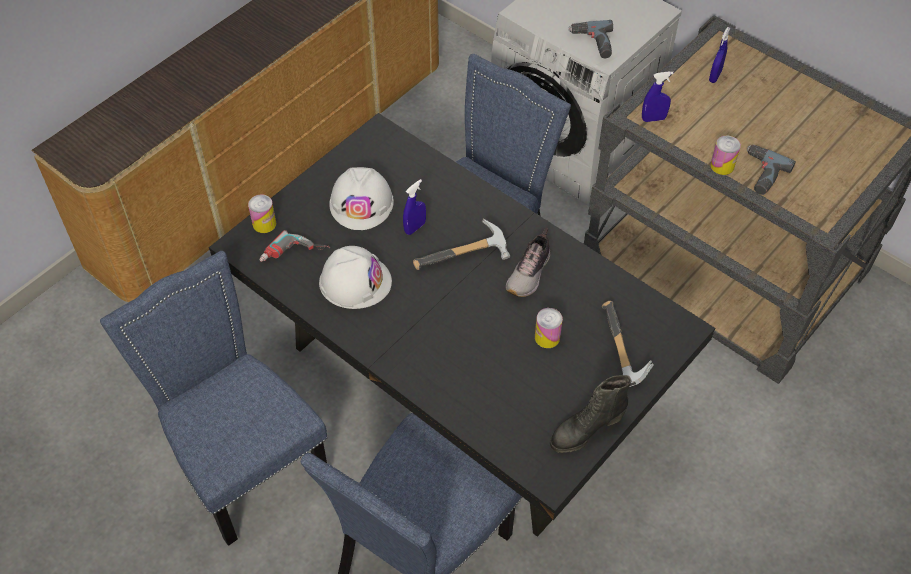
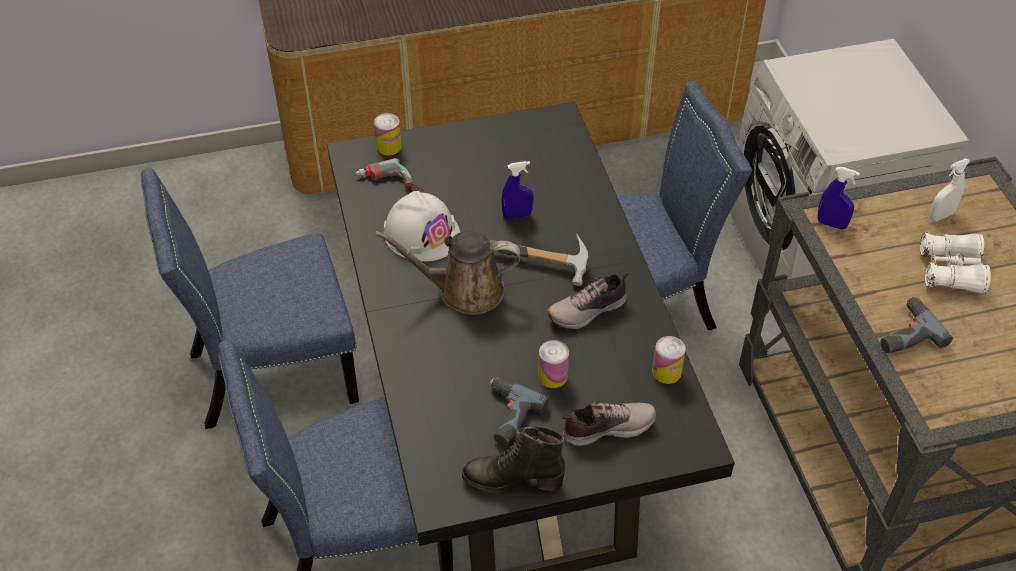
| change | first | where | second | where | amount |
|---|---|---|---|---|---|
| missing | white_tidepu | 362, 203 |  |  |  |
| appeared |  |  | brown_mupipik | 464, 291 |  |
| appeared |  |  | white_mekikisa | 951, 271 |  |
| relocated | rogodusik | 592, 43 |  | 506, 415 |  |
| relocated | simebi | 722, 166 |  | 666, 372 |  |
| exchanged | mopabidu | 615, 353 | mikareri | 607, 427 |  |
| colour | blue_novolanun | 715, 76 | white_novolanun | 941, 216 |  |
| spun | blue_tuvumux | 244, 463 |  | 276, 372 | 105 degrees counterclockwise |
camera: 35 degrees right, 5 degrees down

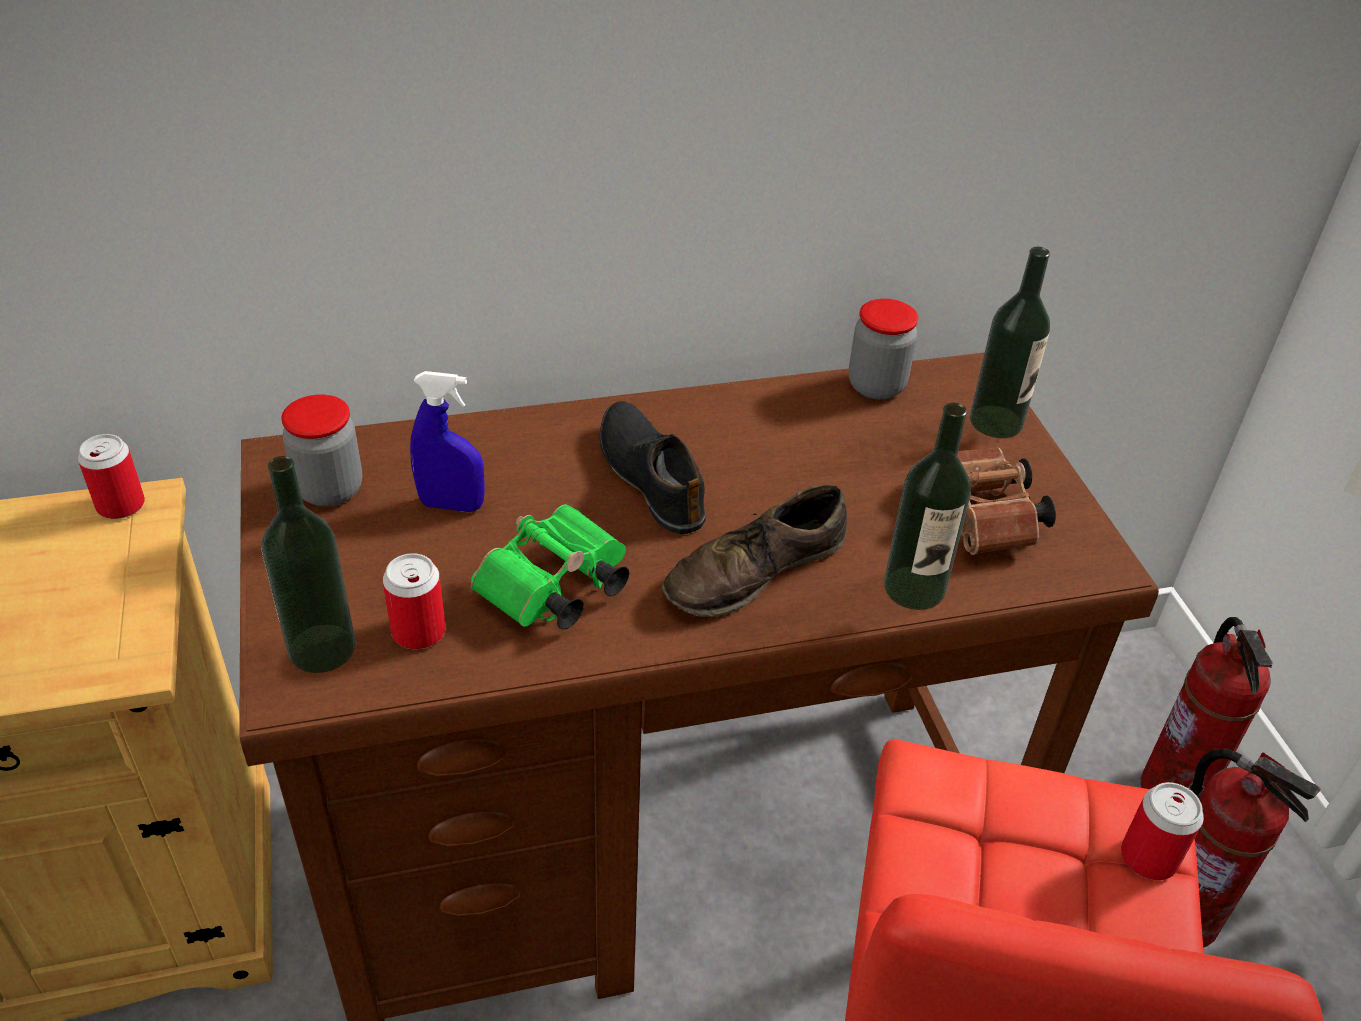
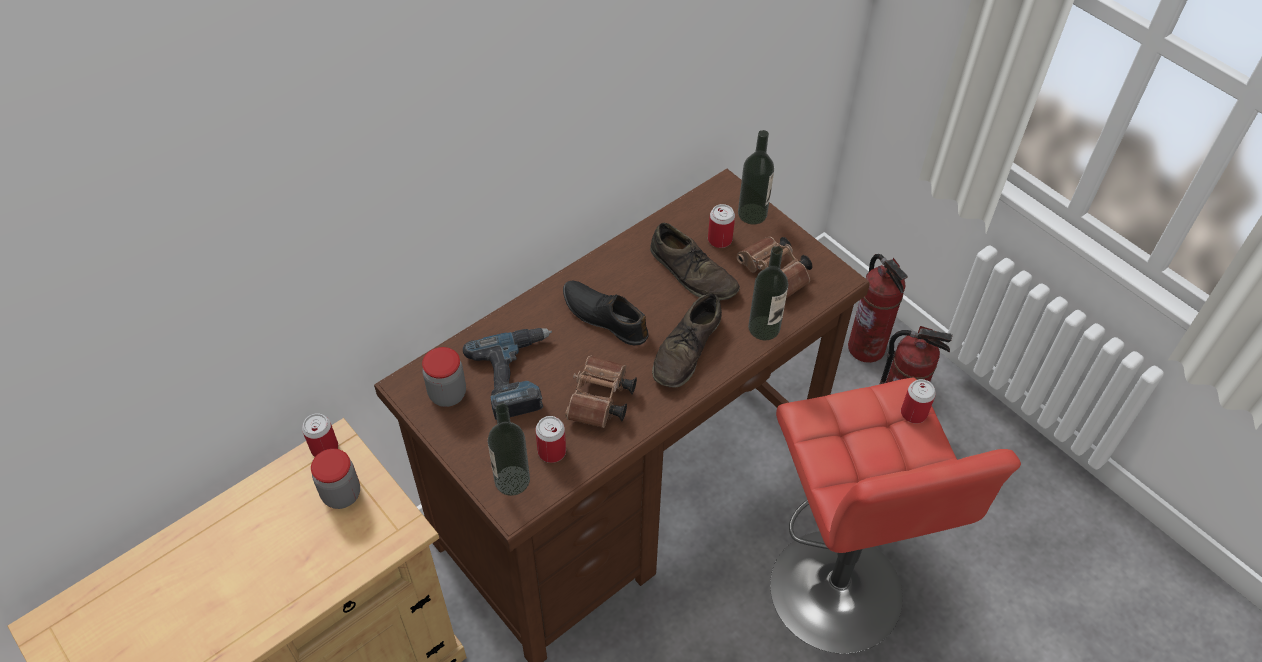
| change | first | where | second | where | amount |
|---|---|---|---|---|---|
| appeared |  |  | brown_mikareri | 693, 273 |  |
| appeared |  |  | simebi | 719, 239 |  |
| relocated | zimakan | 876, 386 |  | 341, 494 |  |
| exchanged | blue_novolanun | 451, 505 | rogodusik | 517, 376 |  |
| colour | green_mekikisa | 553, 591 | brown_mekikisa | 600, 402 |  |
camera: 25 degrees left, 10 degrees up

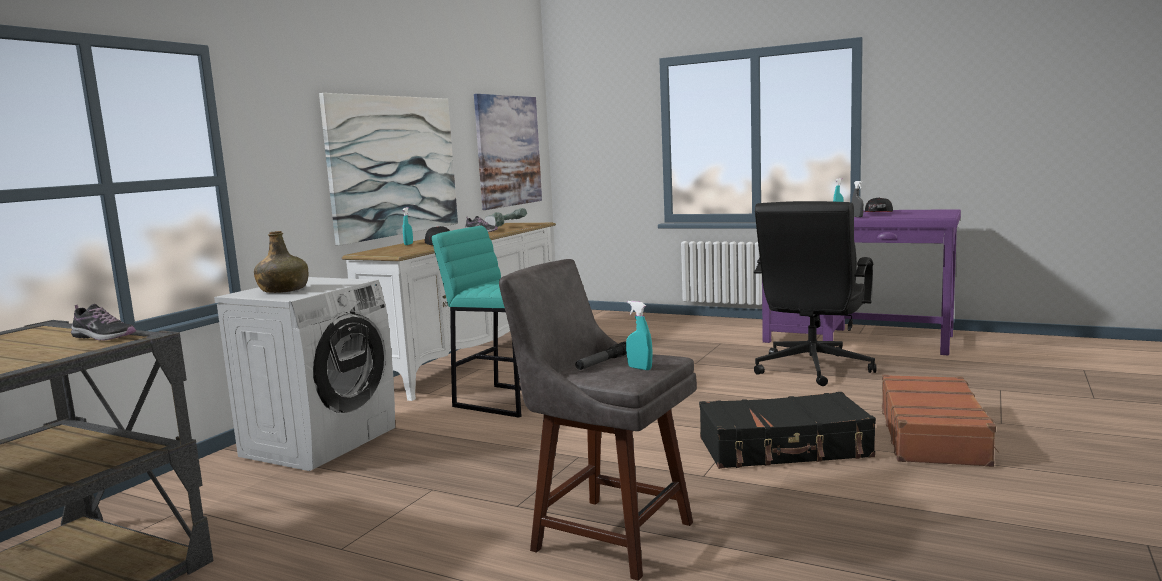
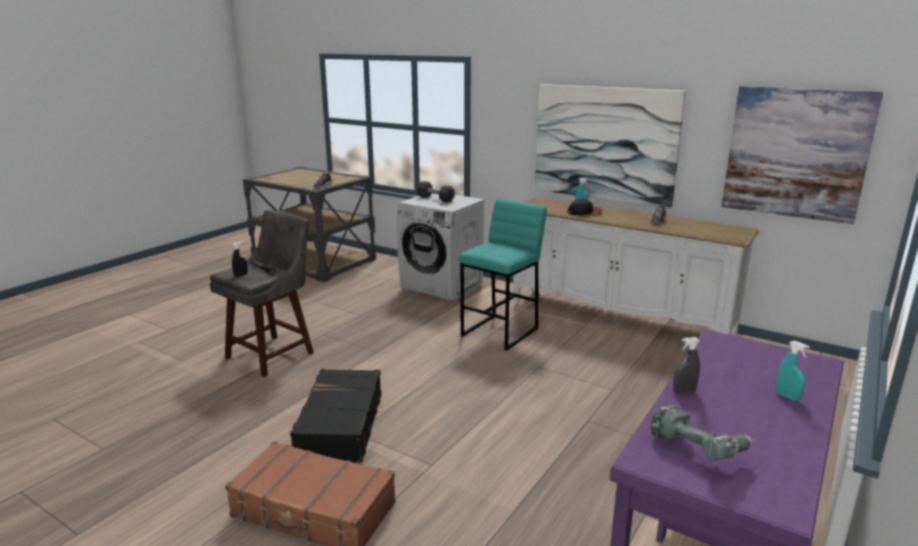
| change | first | where | second | where | amount |
|---|---|---|---|---|---|
| missing | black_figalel | 812, 368 |  |  |  |
| missing | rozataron | 878, 213 |  |  |  |
| relocated | rogodusik | 504, 227 |  | 698, 449 |  |
| exchanged | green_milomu | 283, 290 | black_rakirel | 435, 199 |  |
| colour | turquoise_novolanun | 639, 368 | black_novolanun | 241, 275 |  |
camera: 95 degrees right, 10 degrees up

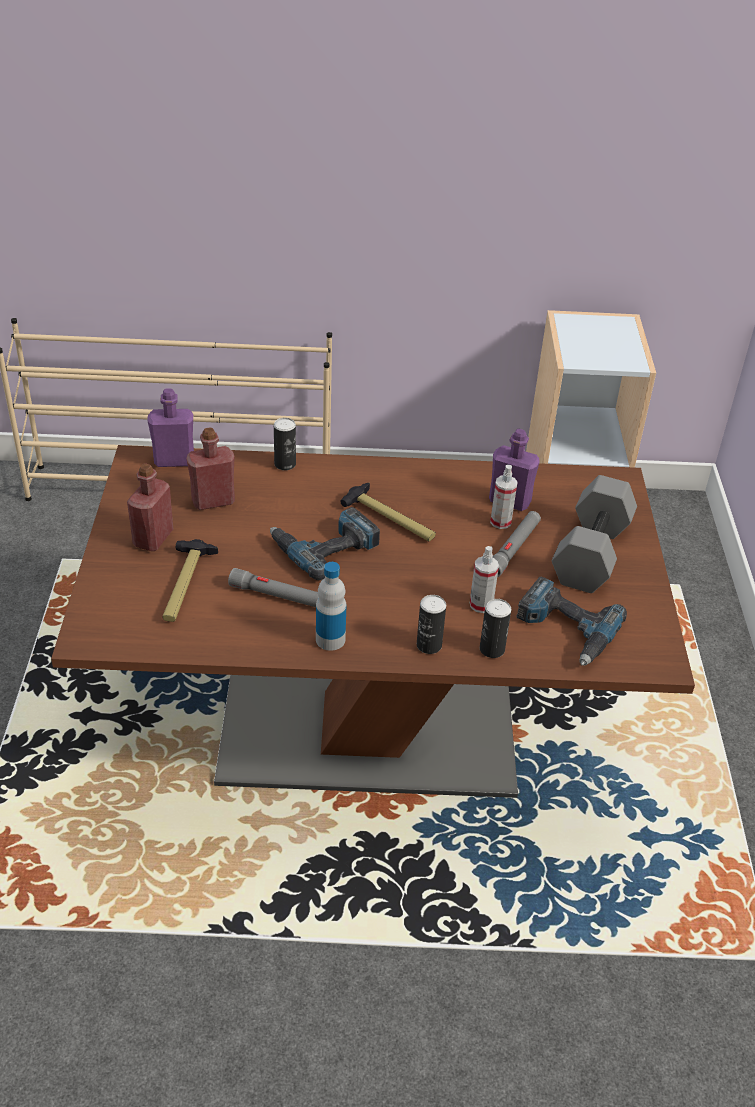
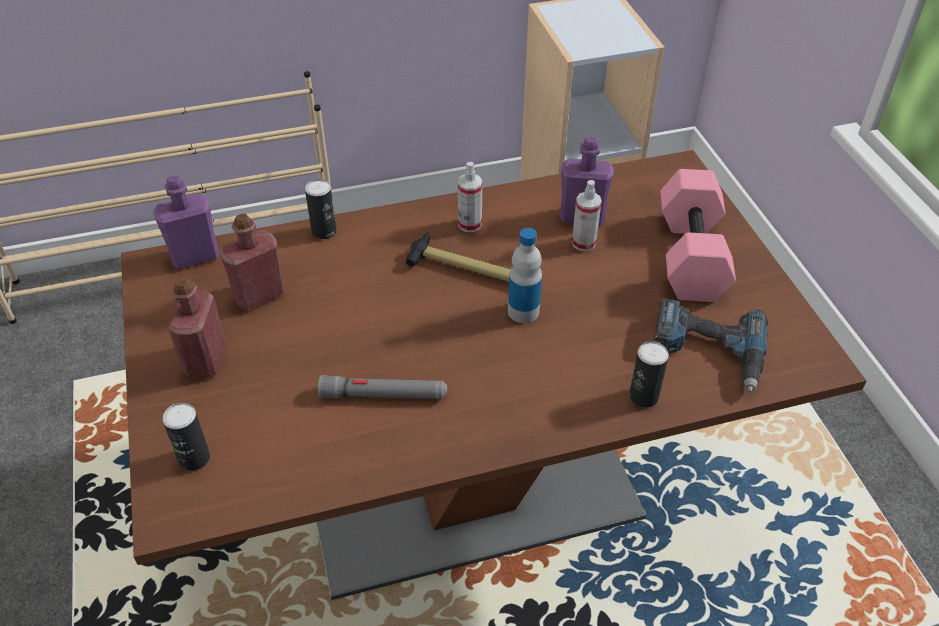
| change | first | where | second | where | amount |
|---|---|---|---|---|---|
| missing | mopabidu | 185, 585 |  |  |  |
| missing | rogodusik | 325, 546 |  |  |  |
| missing | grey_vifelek | 513, 548 |  |  |  |
| relocated | milomu | 330, 639 |  | 523, 311 |  |
| relocated | simebi | 429, 645 |  | 194, 458 |  |
| relocated | novolanun | 481, 604 |  | 470, 224 |  |
| colour | grey_rakirel | 589, 551 | pink_rakirel | 688, 254 |  |
camera: 15 degrees left, 5 degrees up

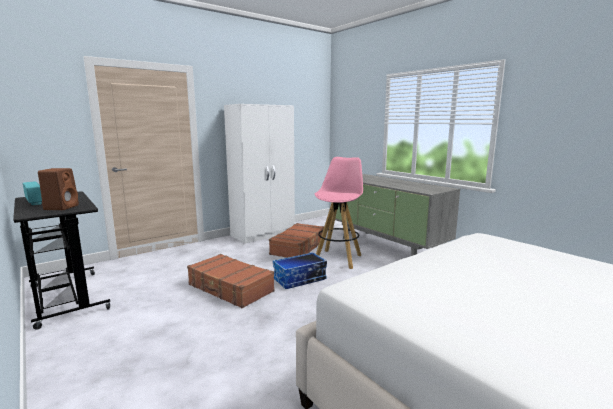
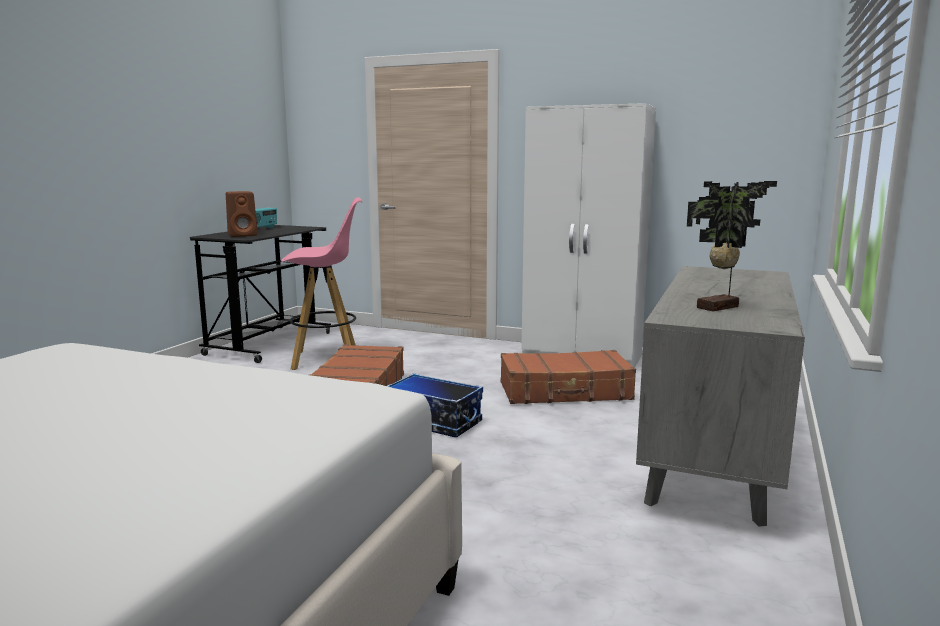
| change | first | where | second | where | amount |
|---|---|---|---|---|---|
| appeared |  |  | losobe | 720, 308 |  |
| relocated | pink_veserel | 338, 259 |  | 327, 359 |  |
camera: 60 degrees right, 0 degrees up

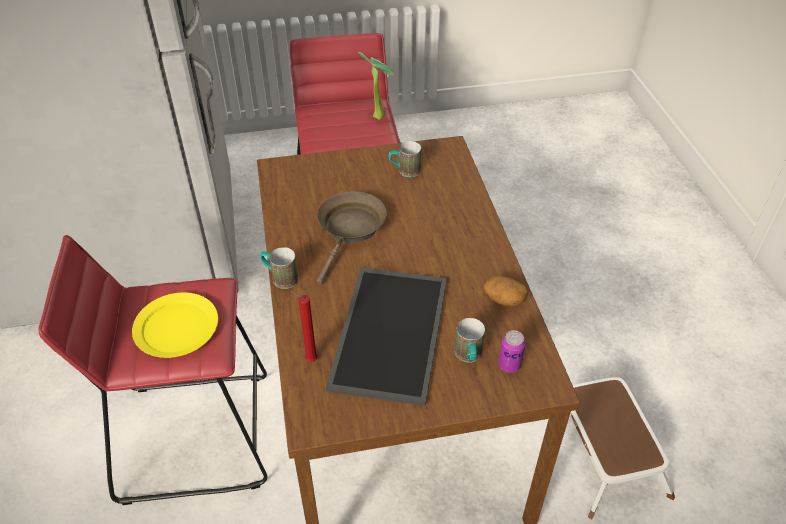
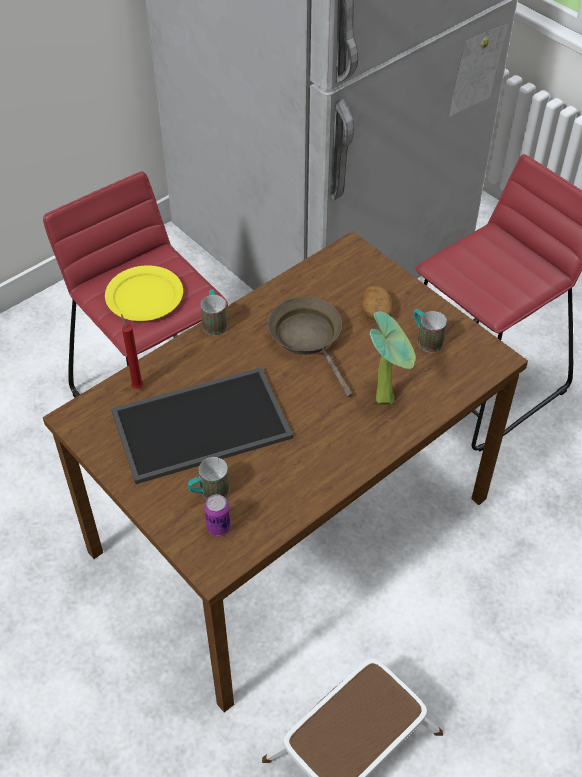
| change | first | where | second | where | amount |
|---|---|---|---|---|---|
| relocated | losobe | 378, 115 |  | 387, 397 |  |
| relocated | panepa | 504, 299 |  | 375, 311 |  |
| spun | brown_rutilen | 350, 229 |  | 309, 339 | 105 degrees counterclockwise |
camera: 60 degrees right, 5 degrees up

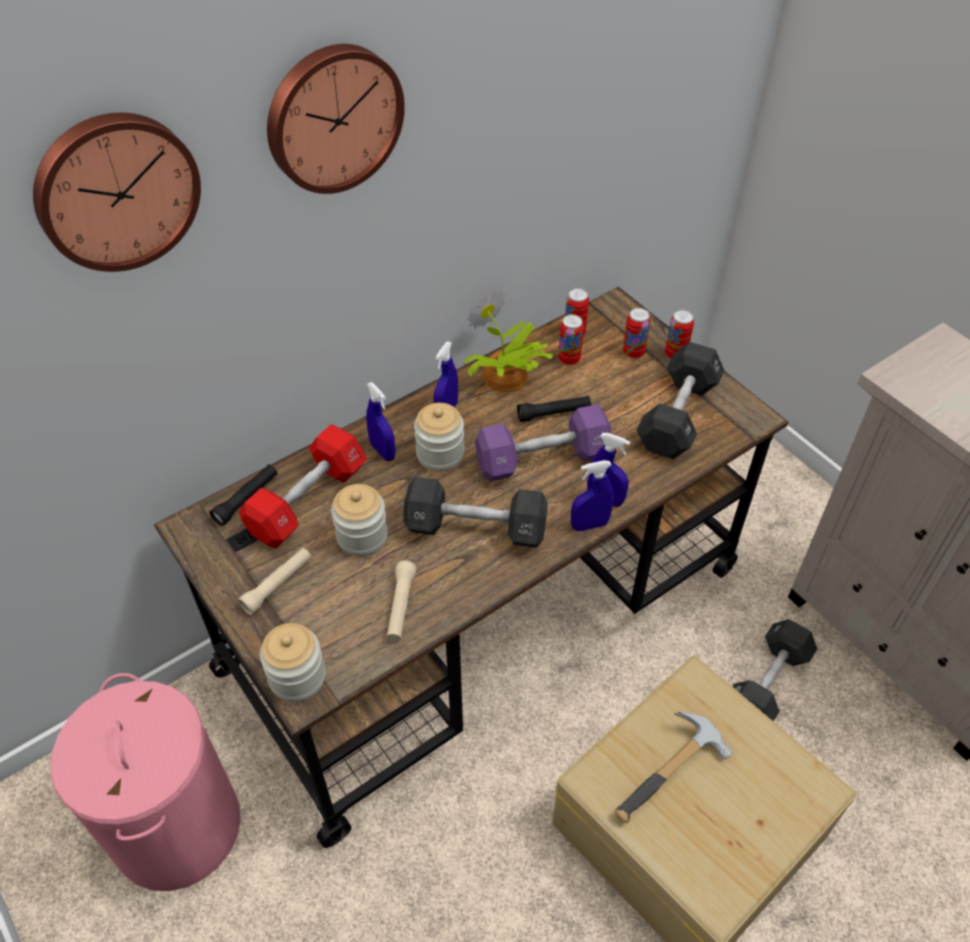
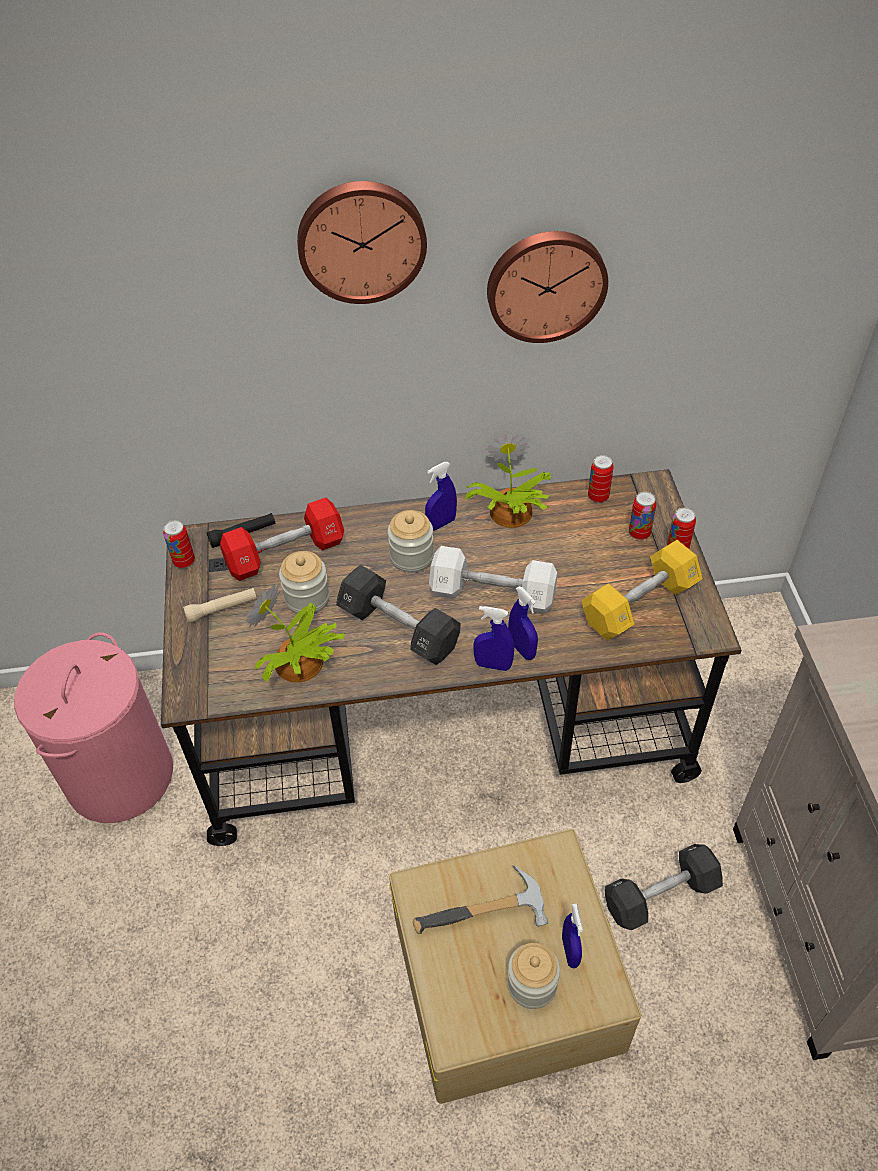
| change | first | where | second | where | amount |
|---|---|---|---|---|---|
| missing | black_vifelek | 553, 413 |  |  |  |
| relocated | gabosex | 116, 190 |  | 545, 284 |  |
| relocated | zimakan | 297, 677 |  | 532, 984 |  |
| relocated | blue_novolanun | 382, 451 |  | 570, 951 |  |
| relocated | simebi | 569, 359 |  | 184, 561 |  |
| exchanged | beige_vifelek | 400, 606 | losobe | 299, 665 |  |
| colour | purple_rakirel | 542, 458 | white_rakirel | 492, 594 |  |
| colour | black_rakirel | 678, 415 | yellow_rakirel | 639, 604 |  |
camera: 30 degrees right, 0 degrees up

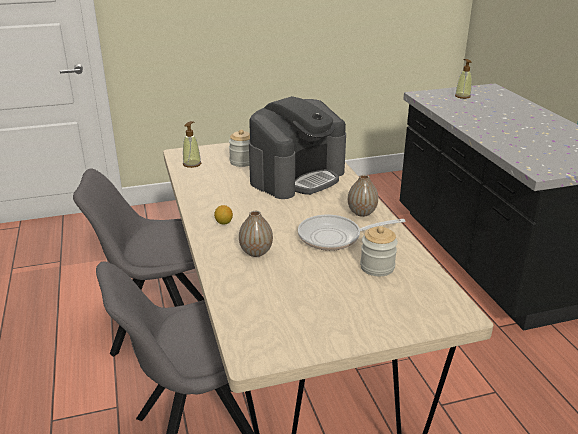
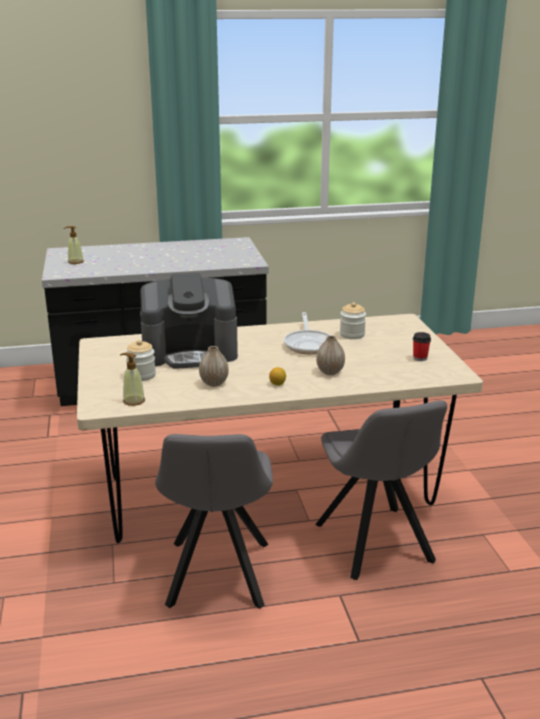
| change | first | where | second | where | amount |
|---|---|---|---|---|---|
| appeared |  |  | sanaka | 420, 358 |  |
| relocated | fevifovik | 361, 213 |  | 214, 383 |  |
| spun | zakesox | 297, 176 |  | 190, 352 | 120 degrees clockwise |
camera: 85 degrees left, 5 degrees down

